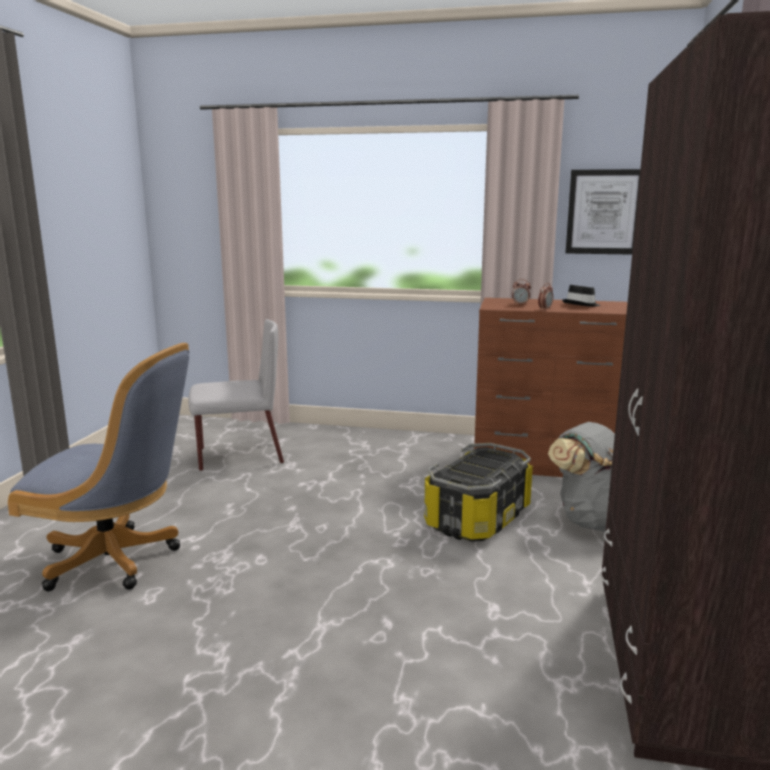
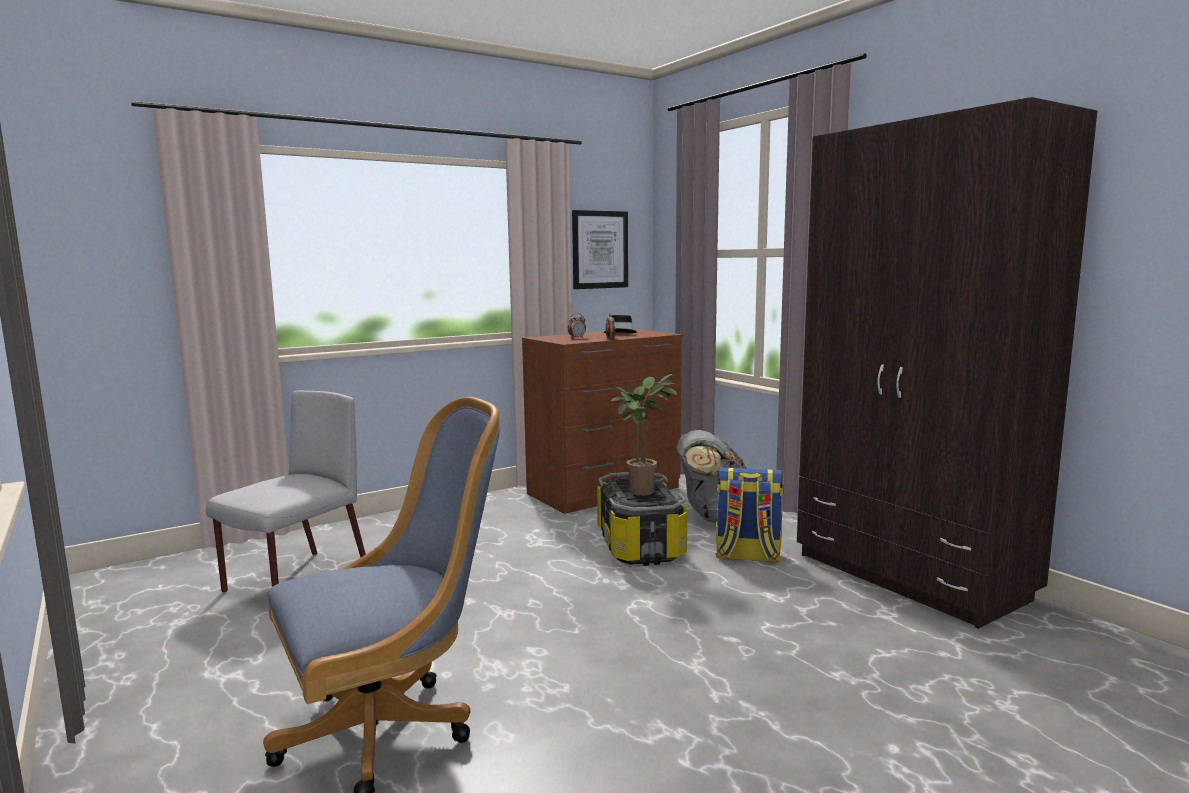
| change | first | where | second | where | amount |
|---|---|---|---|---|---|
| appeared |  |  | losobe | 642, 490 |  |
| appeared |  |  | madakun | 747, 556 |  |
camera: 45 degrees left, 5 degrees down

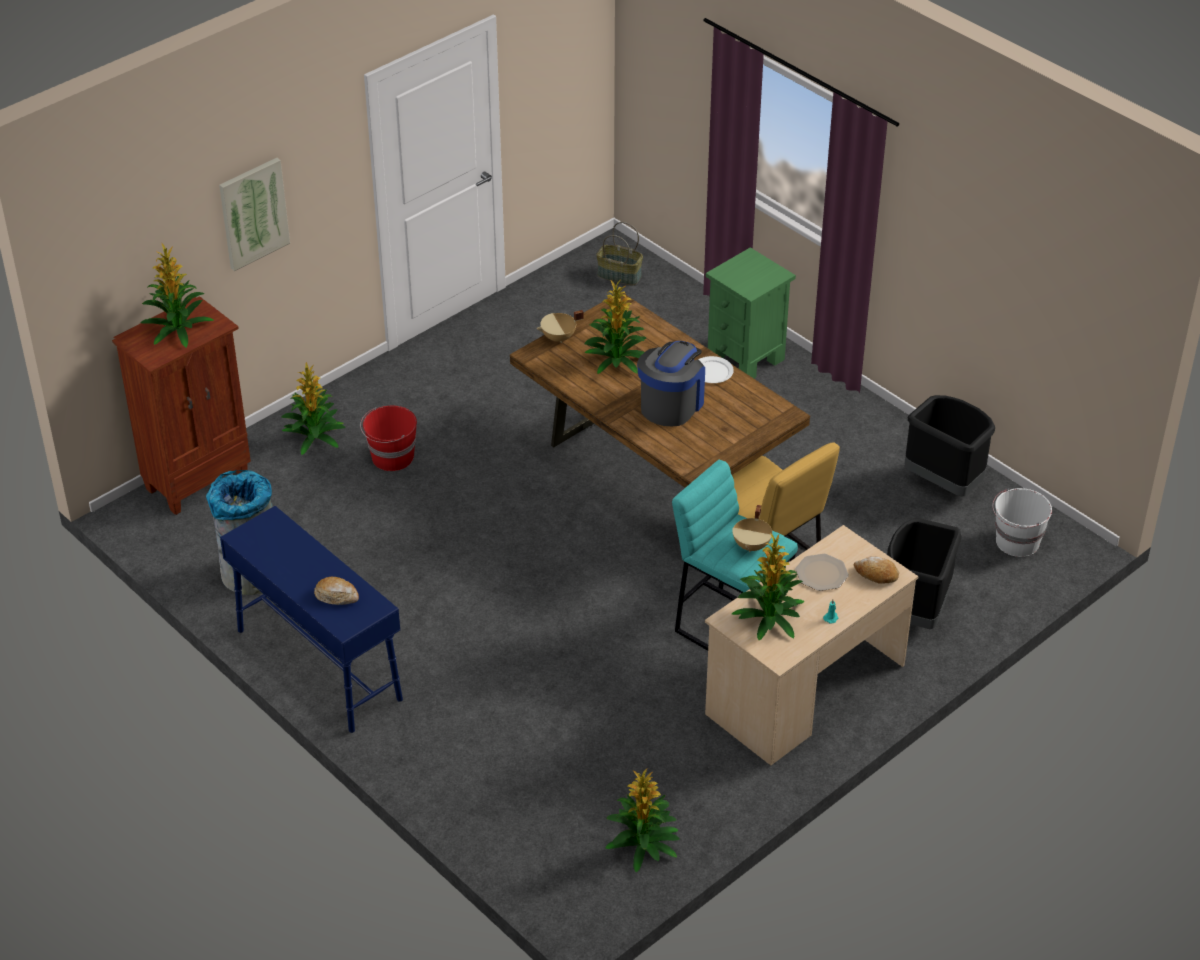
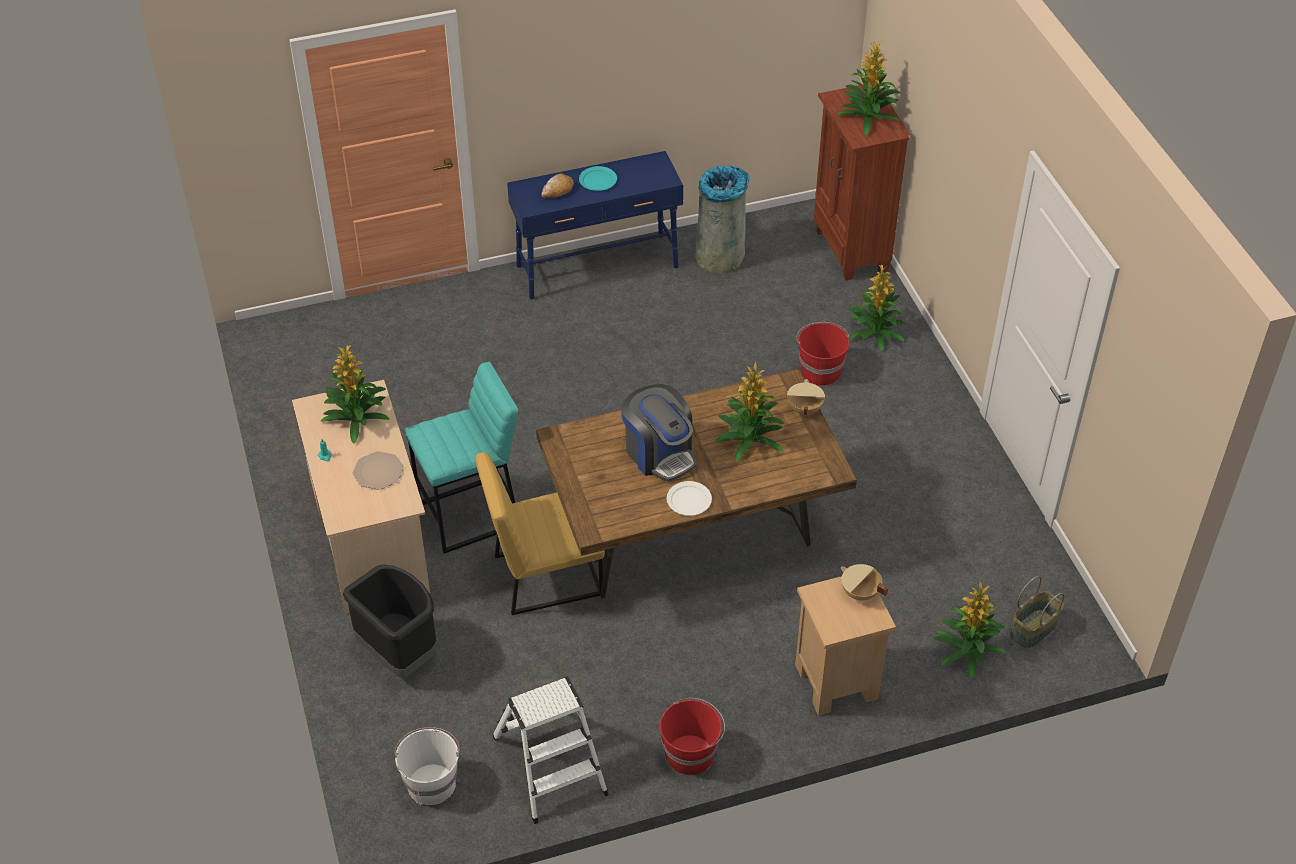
| change | first | where | second | where | amount |
|---|---|---|---|---|---|
| missing | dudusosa | 253, 213 |  |  |  |
| missing | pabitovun | 876, 575 |  |  |  |
| appeared |  |  | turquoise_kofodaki | 598, 180 |  |
| appeared |  |  | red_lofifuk | 690, 754 |  |
| relocated | losobe | 642, 845 |  | 966, 650 |  |
| relocated | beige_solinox | 752, 545 |  | 860, 593 |  |
| exchanged | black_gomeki | 944, 483 | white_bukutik | 549, 764 |  |
| colour | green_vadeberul | 745, 359 | beige_vadeberul | 834, 681 |  |
camera: 115 degrees right, 5 degrees up

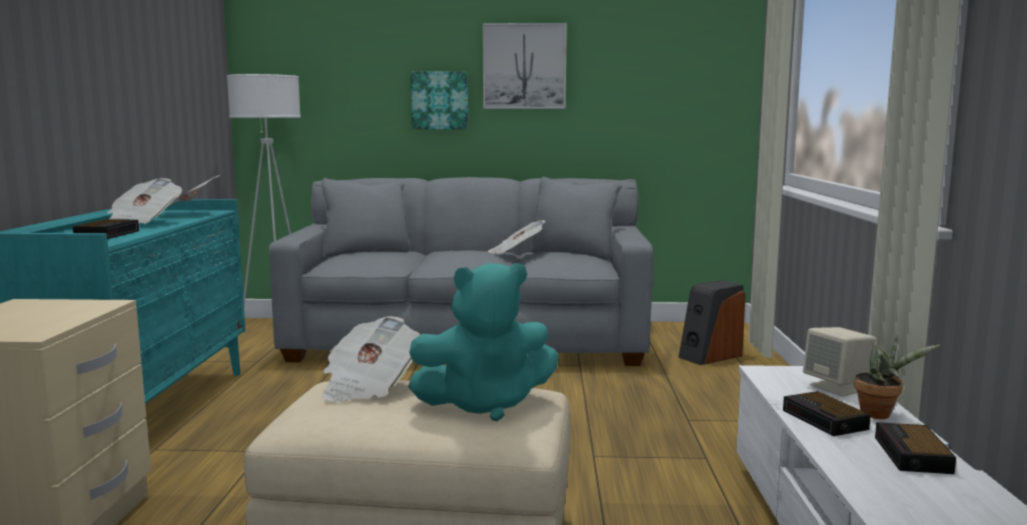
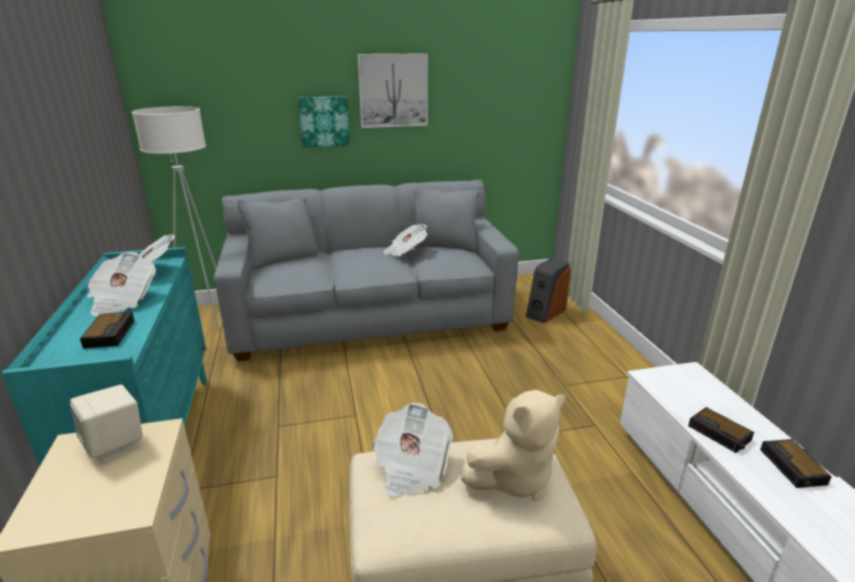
| change | first | where | second | where | amount |
|---|---|---|---|---|---|
| missing | losobe | 880, 414 |  |  |  |
| relocated | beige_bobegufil | 837, 387 |  | 116, 446 |  |
| colour | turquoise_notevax | 485, 405 | beige_notevax | 514, 478 |  |
camera: 15 degrees left, 15 degrees up

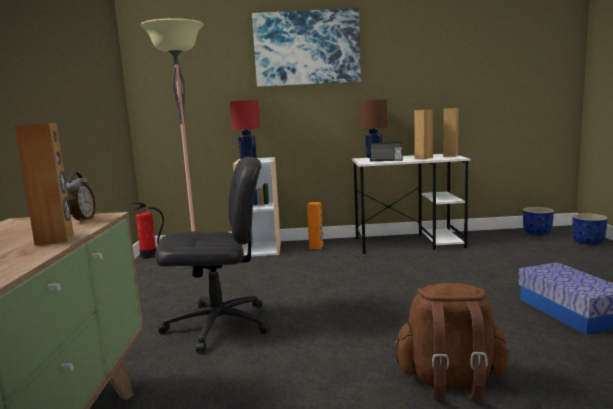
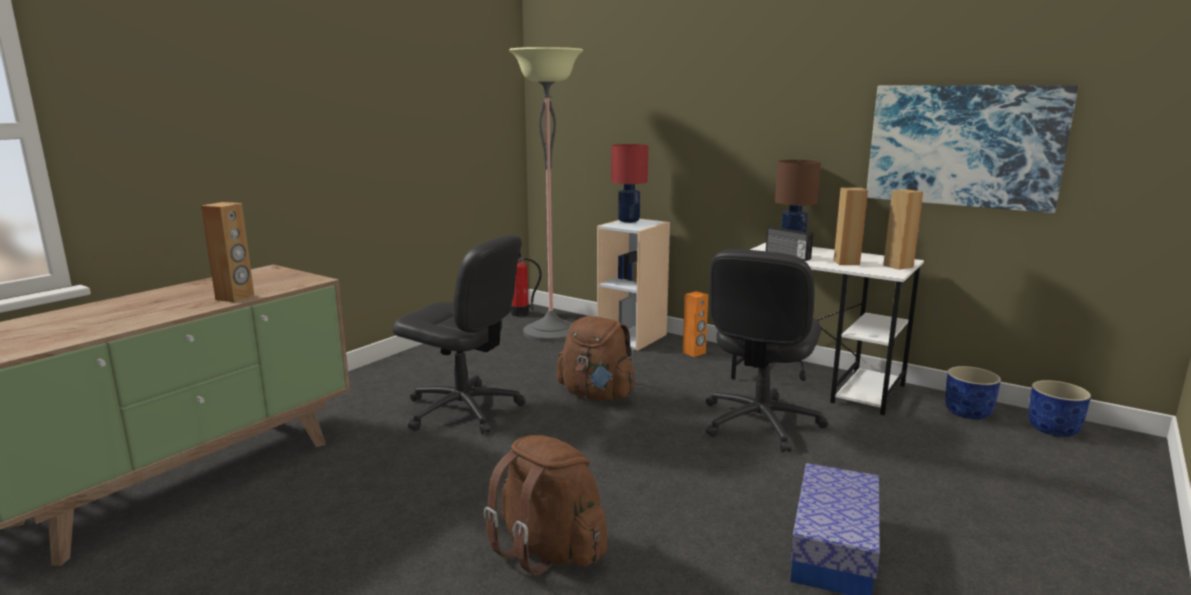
| change | first | where | second | where | amount |
|---|---|---|---|---|---|
| missing | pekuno | 83, 220 |  |  |  |
| appeared |  |  | brown_madakun | 597, 395 |  |
| appeared |  |  | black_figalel | 759, 422 |  |
| relocated | dudusosa | 307, 48 |  | 963, 146 |  |
| relocated | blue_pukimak | 588, 242 |  | 968, 413 |  |
camera: 35 degrees right, 5 degrees up

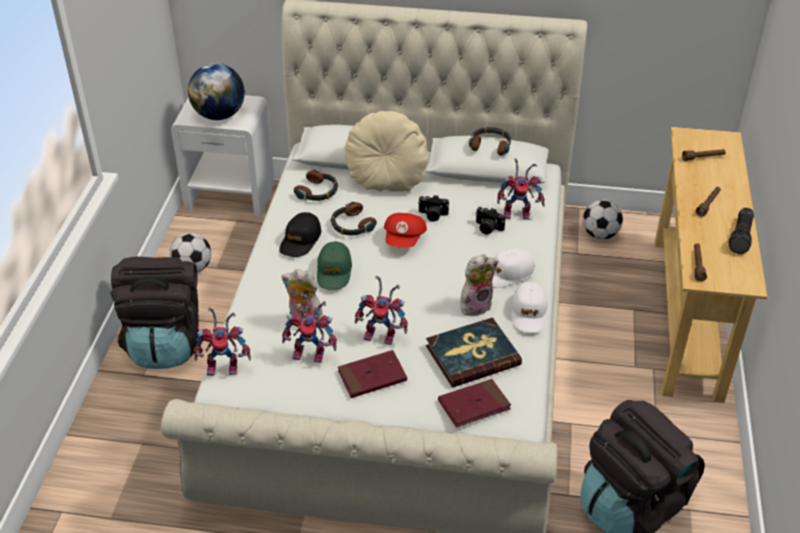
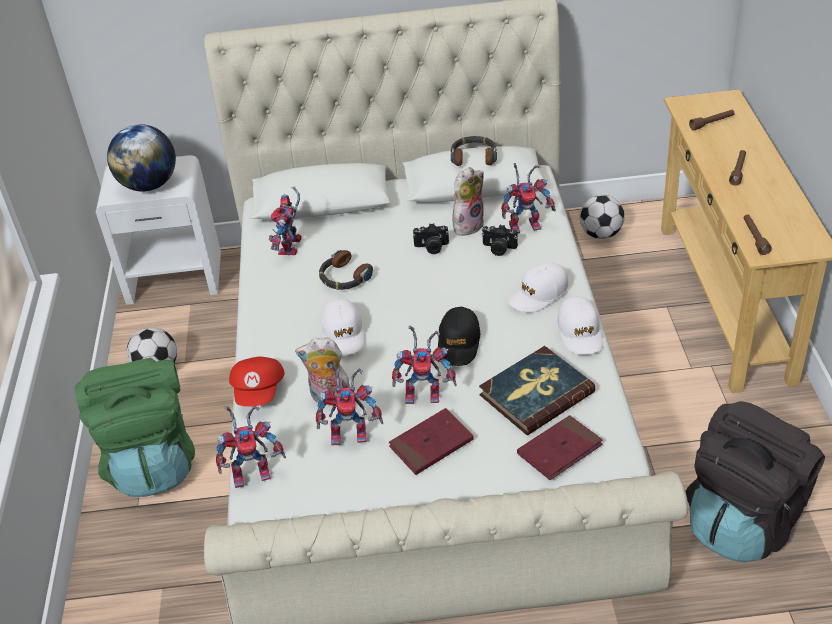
| change | first | where | second | where | amount |
|---|---|---|---|---|---|
| missing | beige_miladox | 387, 183 |  |  |  |
| missing | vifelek | 742, 237 |  |  |  |
| relocated | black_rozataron | 300, 240 |  | 459, 343 |  |
| relocated | red_rozataron | 405, 239 |  | 260, 391 |  |
| relocated | notevax | 475, 305 |  | 468, 225 |  |
| exchanged | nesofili | 318, 192 | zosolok | 291, 248 |  |
| colour | black_madakun | 165, 342 | green_madakun | 152, 461 |  |
| colour | green_rozataron | 334, 271 | white_rozataron | 343, 334 |  |
camera: 10 degrees left, 0 degrees up

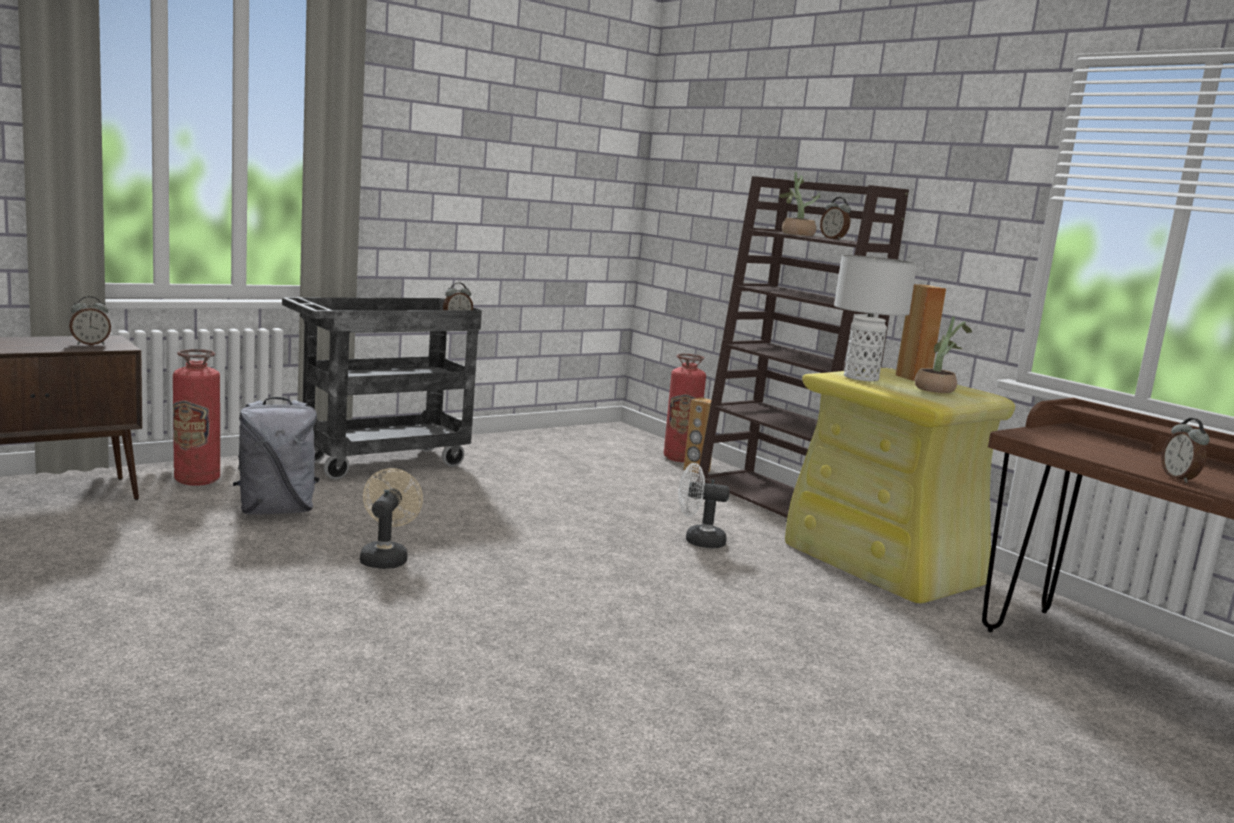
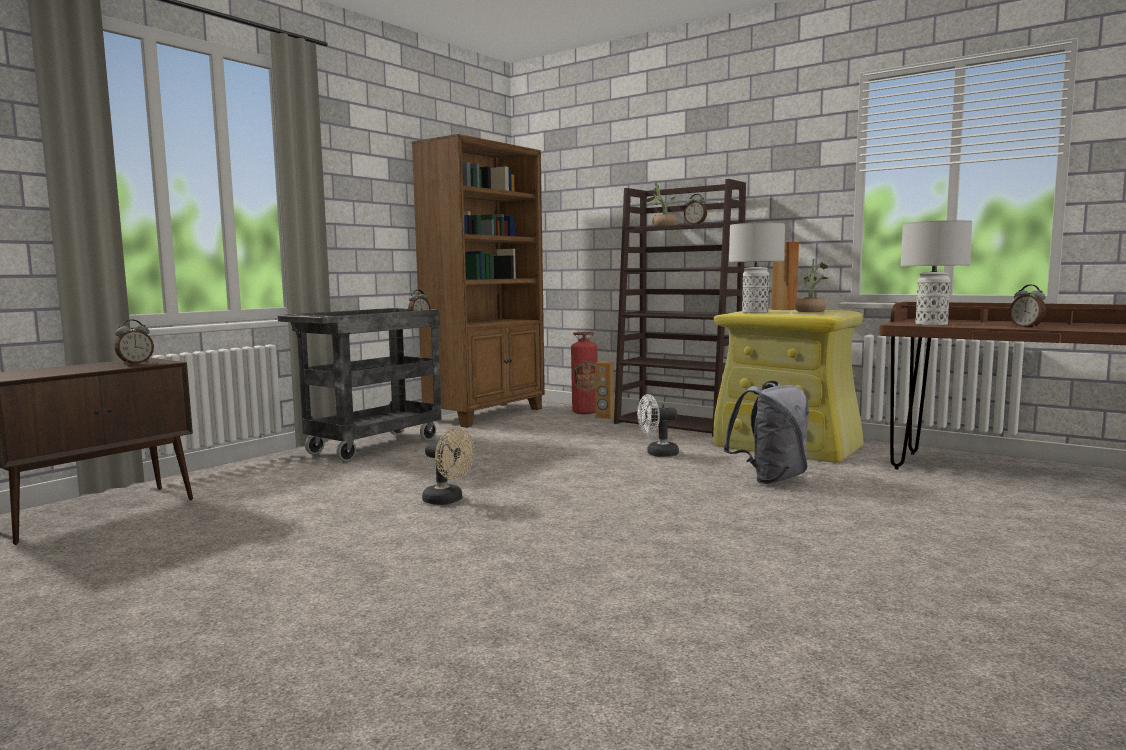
| change | first | where | second | where | amount |
|---|---|---|---|---|---|
| missing | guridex | 197, 480 |  |  |  |
| appeared |  |  | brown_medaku | 487, 414 |  |
| appeared |  |  | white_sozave | 931, 324 |  |
| relocated | grey_madakun | 276, 510 |  | 770, 479 |  |
| spun | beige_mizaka | 385, 557 |  | 448, 500 | 135 degrees clockwise |
camera: 15 degrees left, 5 degrees down

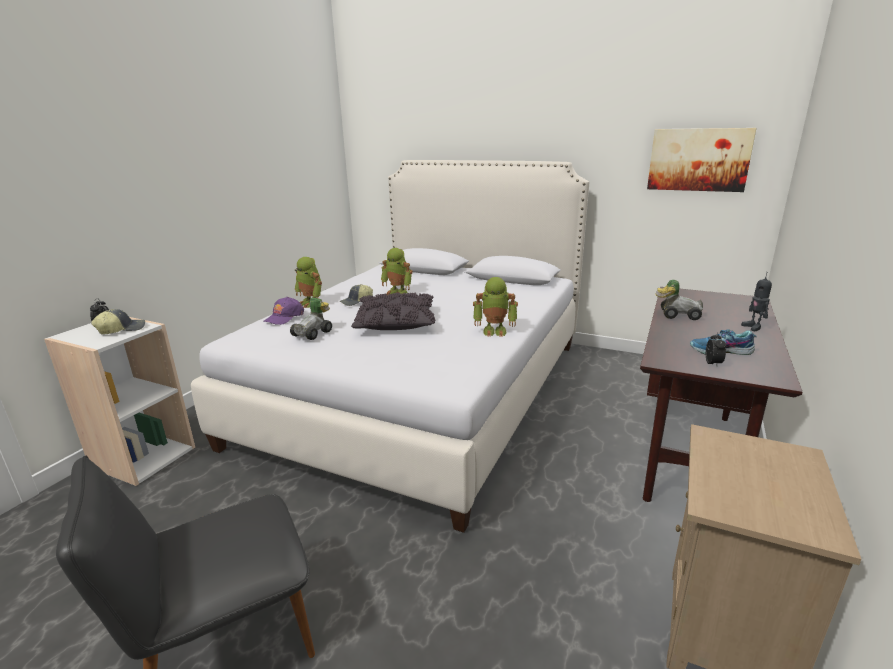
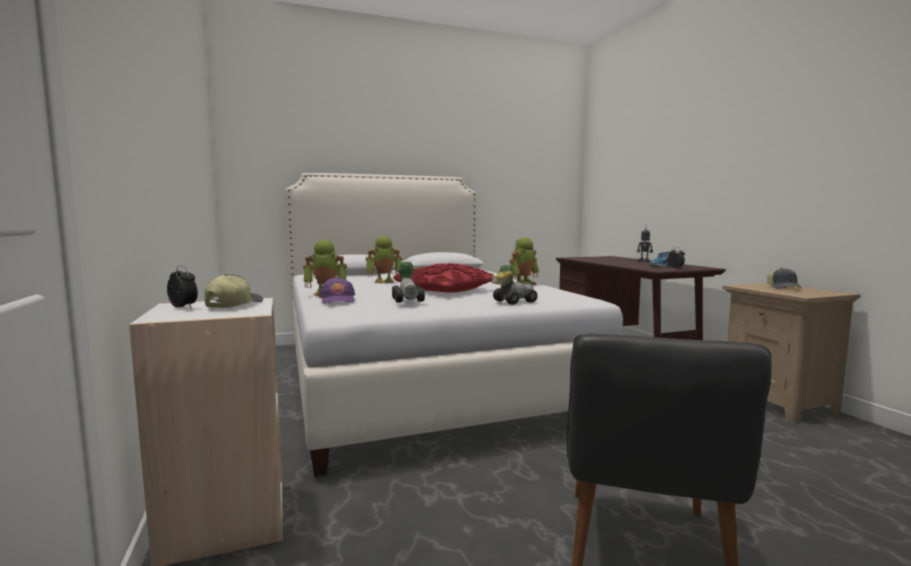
| change | first | where | second | where | amount |
|---|---|---|---|---|---|
| missing | dudusosa | 698, 159 |  |  |  |
| relocated | rozataron | 357, 302 |  | 784, 287 |  |
| relocated | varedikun | 676, 315 |  | 512, 302 |  |
| colour | black_miladox | 395, 322 | red_miladox | 445, 290 |  |
camera: 45 degrees left, 15 degrees down

